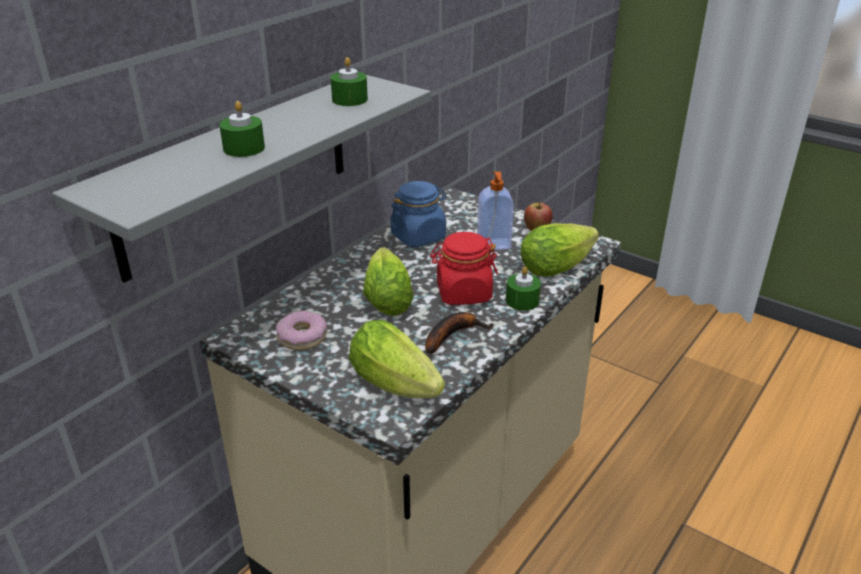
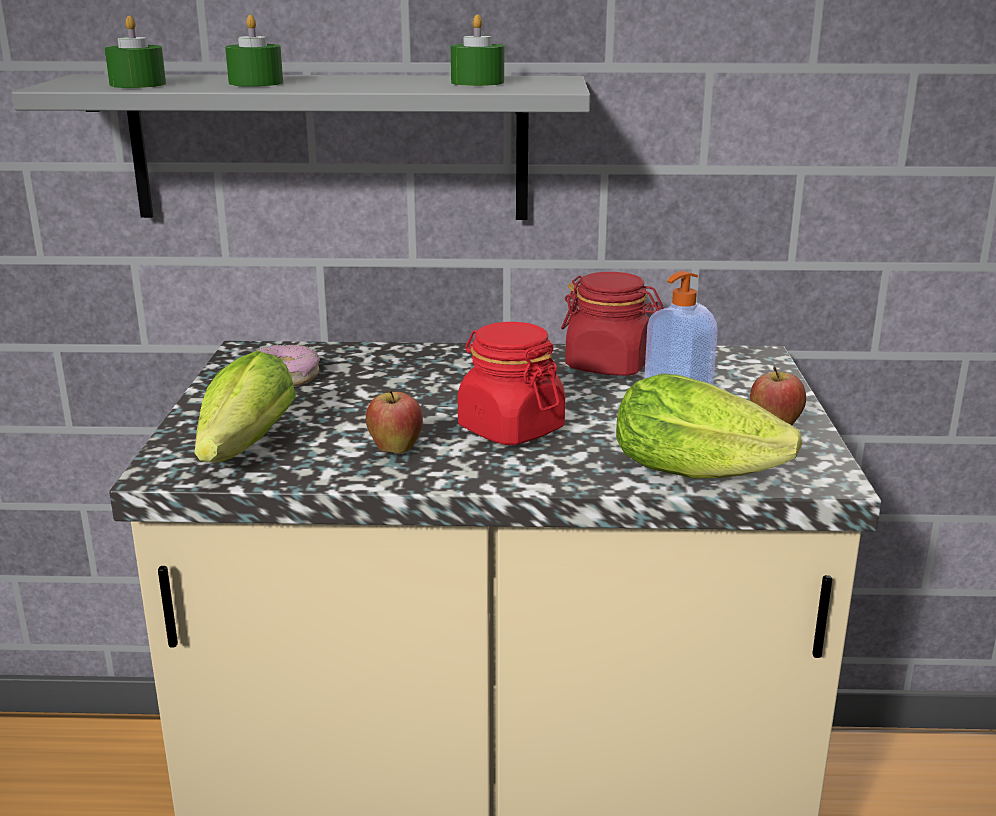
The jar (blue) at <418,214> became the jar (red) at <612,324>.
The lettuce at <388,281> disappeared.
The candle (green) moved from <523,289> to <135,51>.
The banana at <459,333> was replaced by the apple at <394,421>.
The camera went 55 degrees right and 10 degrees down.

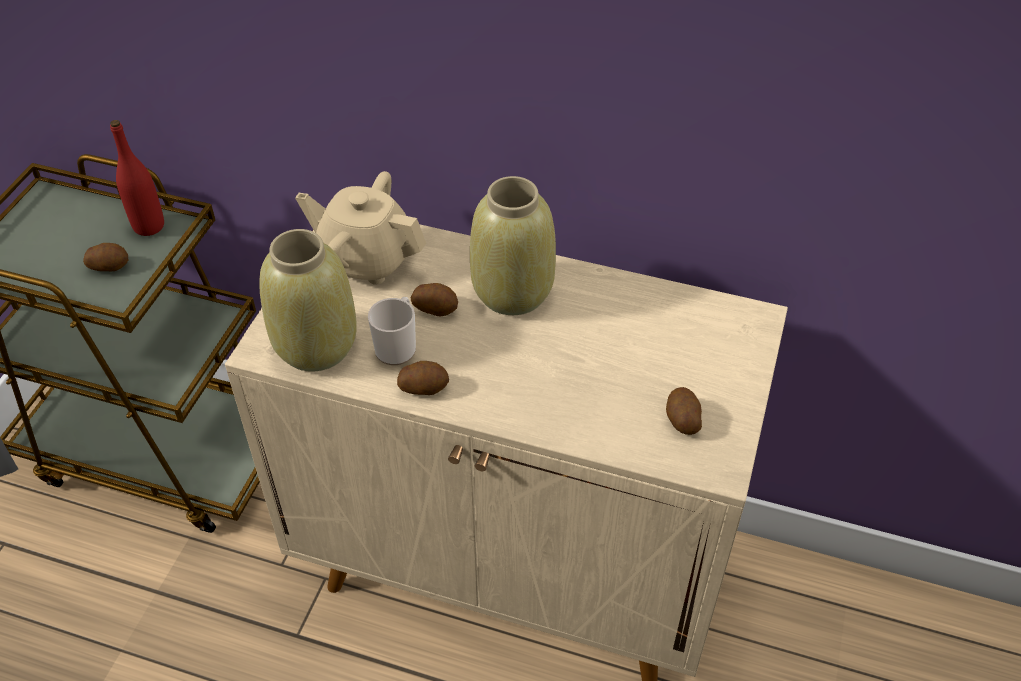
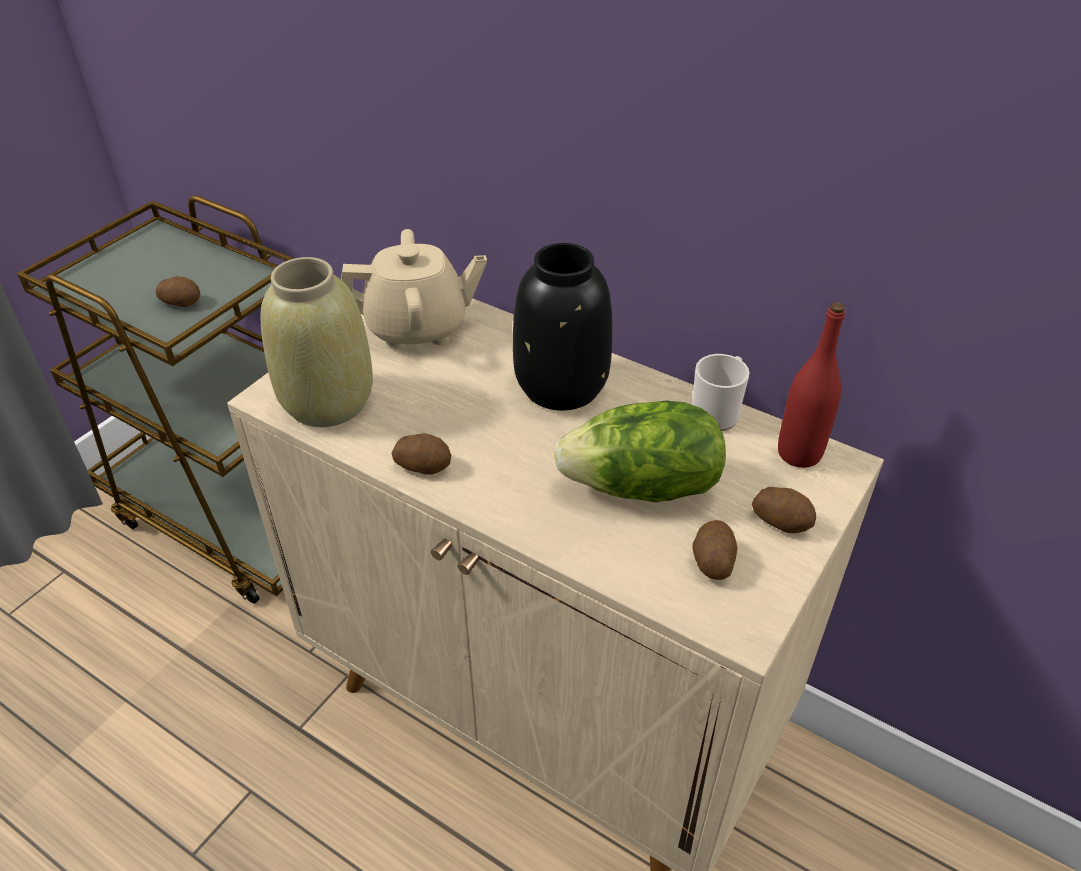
The bottle (red) moved from <137,178> to <811,385>.
The teapot (beige) at <360,228> turned 135 degrees clockwise.
The vase (beige) at <513,245> became the vase (black) at <563,327>.
The potato moved from <434,299> to <784,510>.
The mug moved from <392,331> to <721,392>.
The lettuce at <640,451> appeared.
The camera went 15 degrees right and 5 degrees down.

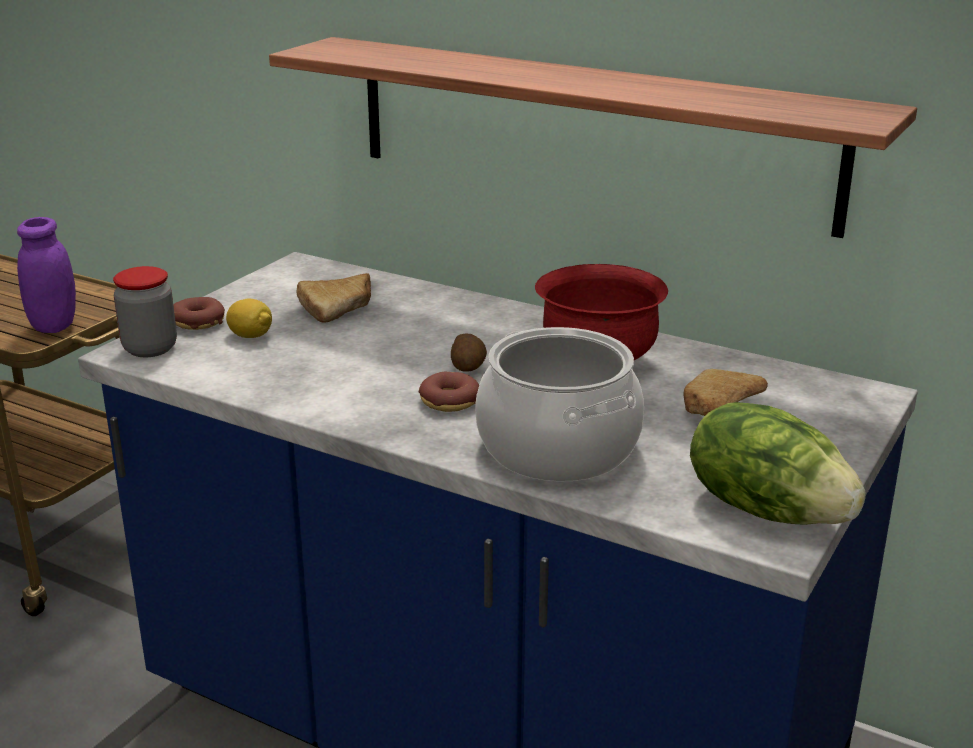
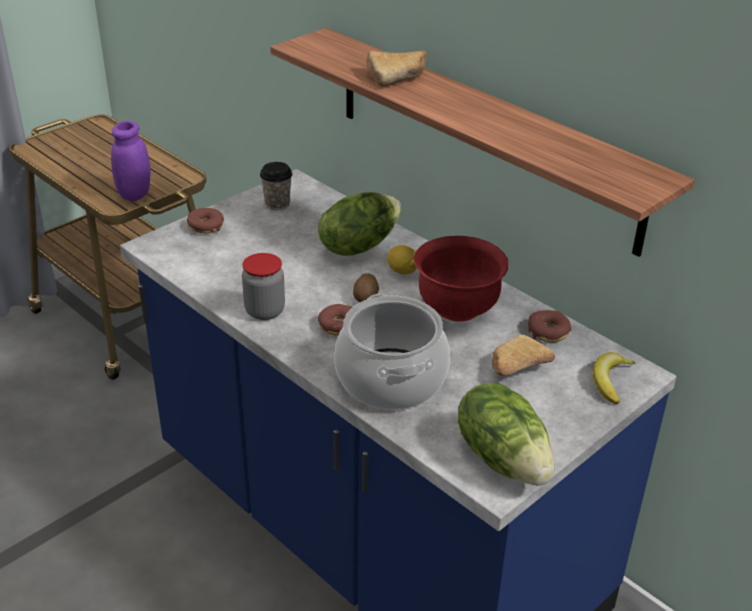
The jar moved from <145,311> to <263,286>.
The bread moved from <334,298> to <396,68>.
The lemon moved from <249,318> to <402,259>.
The cup at <276,186> appeared.
The lettuce at <359,224> appeared.
The donut at <550,326> appeared.
The banana at <614,378> appeared.
The camera went 15 degrees right and 10 degrees up.

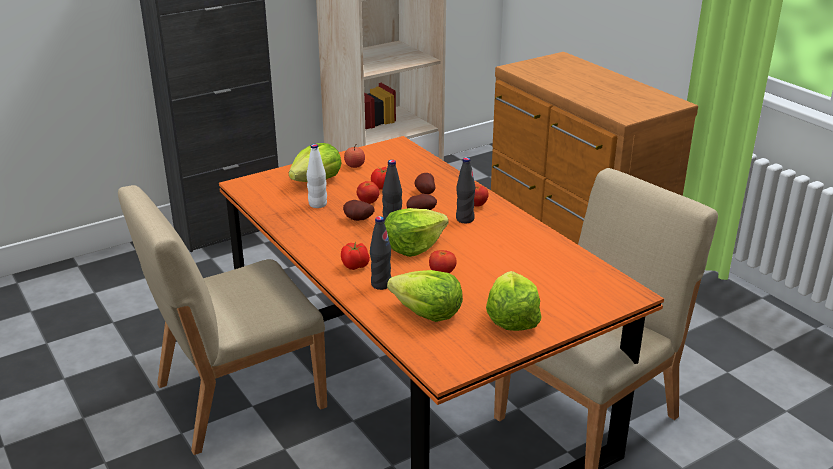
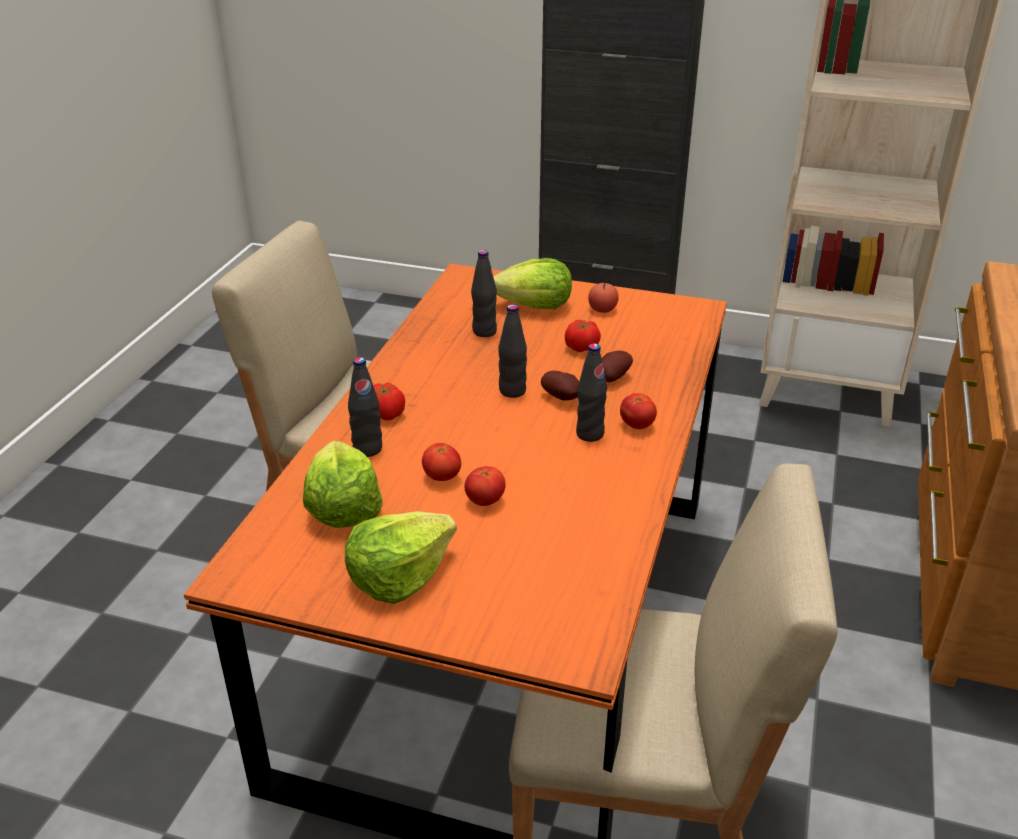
The bottle (white) at <317,176> became the bottle (black) at <484,293>.
The tomato moved from <368,192> to <485,486>.
The potato at <359,210> disappeared.
The lettuce at <416,232> disappeared.
The camera went 50 degrees right and 5 degrees up.

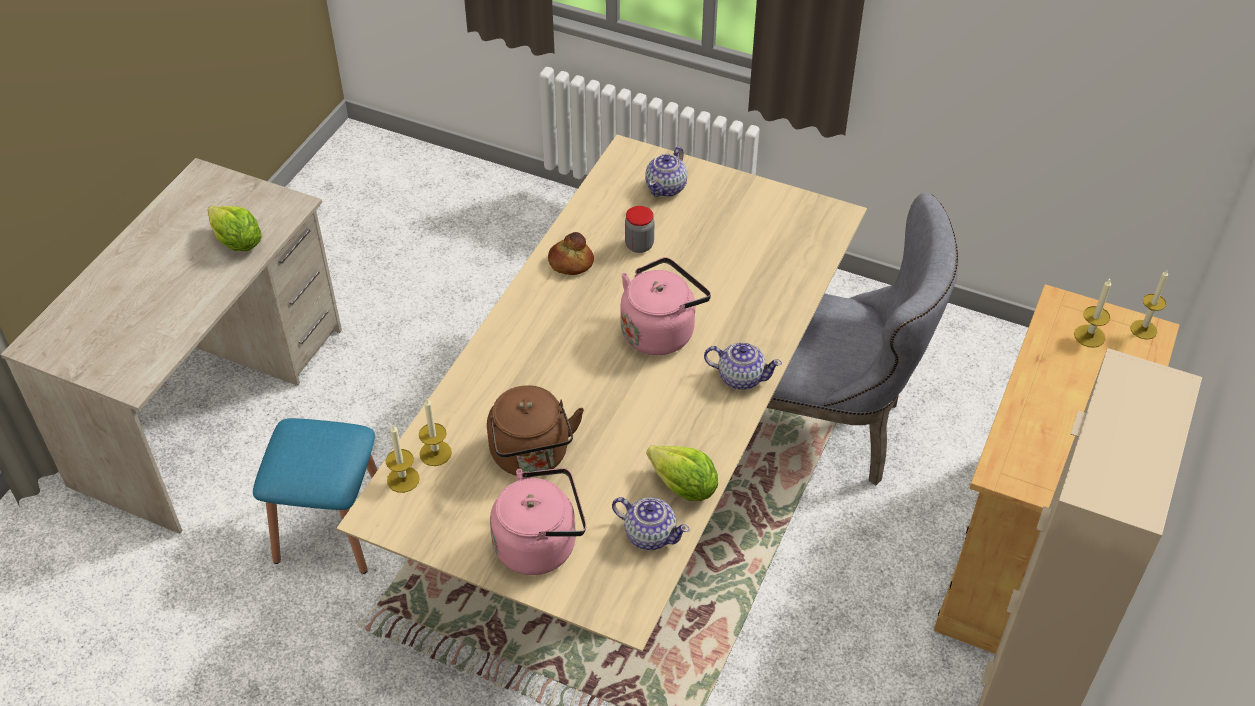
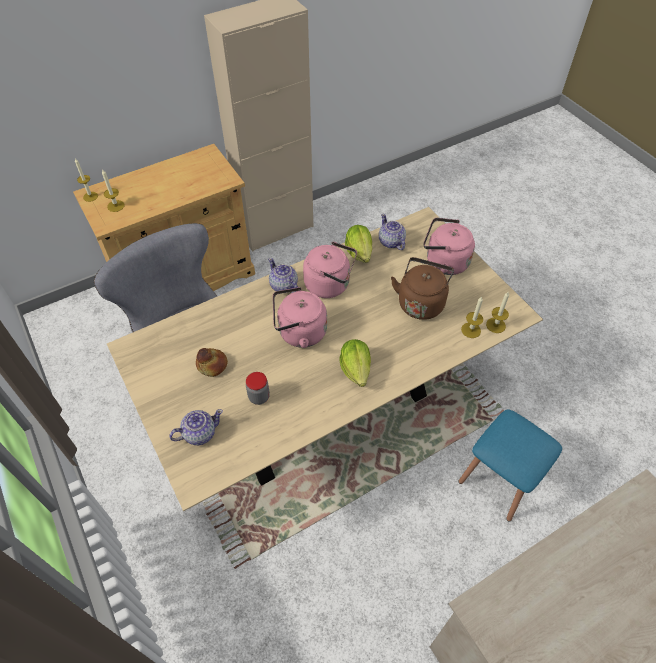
The lettuce moved from <234,228> to <355,363>.
The bread moved from <571,253> to <212,362>.
The kettle (pink) at <330,270> appeared.
The camera went 145 degrees left and 5 degrees up.

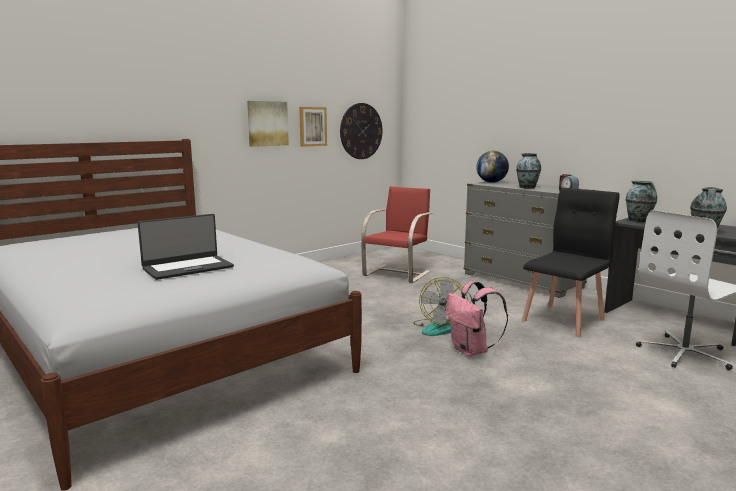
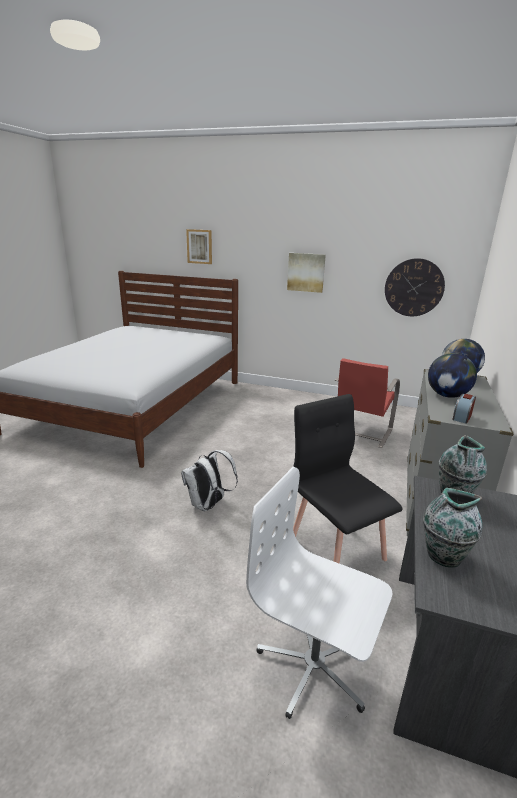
The picture moved from <313,127> to <199,246>.
The vase at <528,170> was replaced by the globe at <452,375>.
The chair (red) at <396,234> turned 120 degrees clockwise.
The chair (black) at <571,262> turned 135 degrees counterclockwise.
The laptop at <186,247> disappeared.
The fan at <440,306> disappeared.
The backpack (pink) at <477,319> became the backpack (white) at <209,480>.
The camera went 60 degrees right and 10 degrees up.

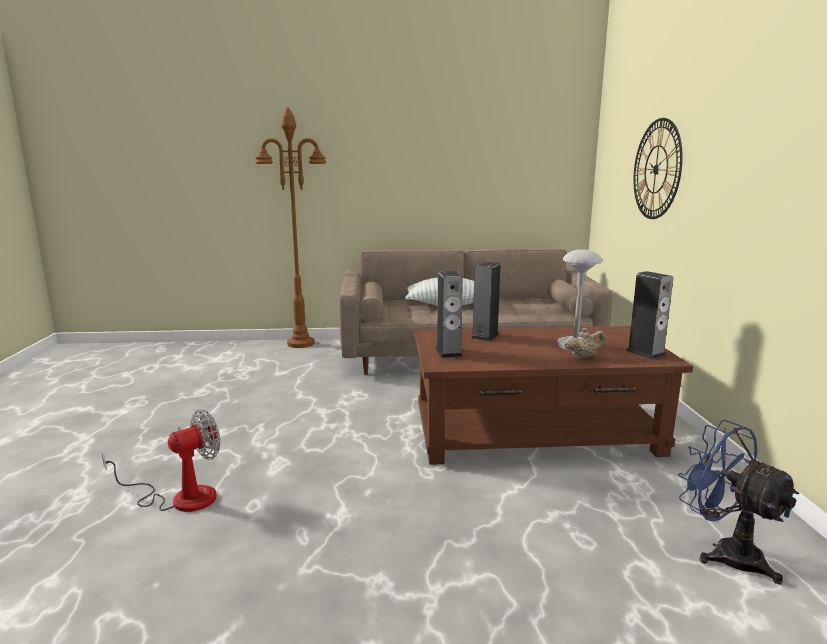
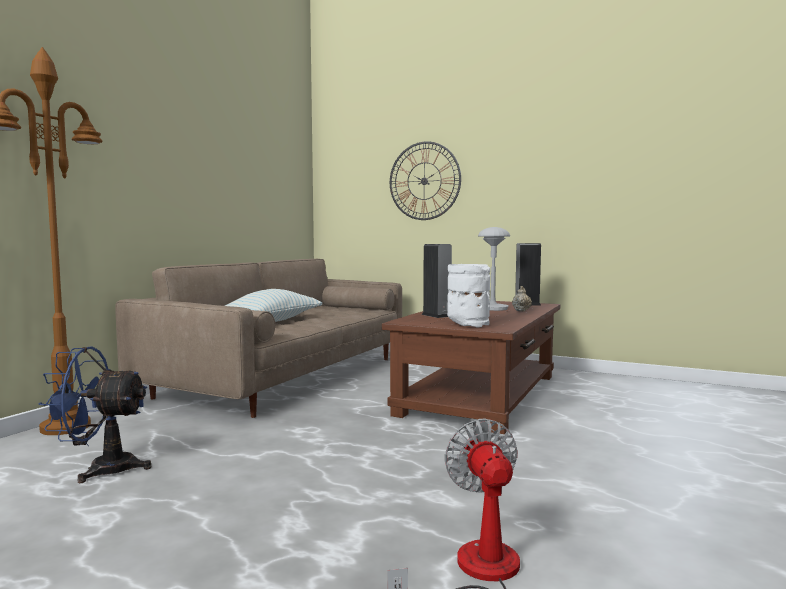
The speaker at <449,314> was replaced by the vase (white) at <468,296>.
The fan (blue) moved from <738,501> to <95,415>.
The camera went 60 degrees left and 10 degrees down.

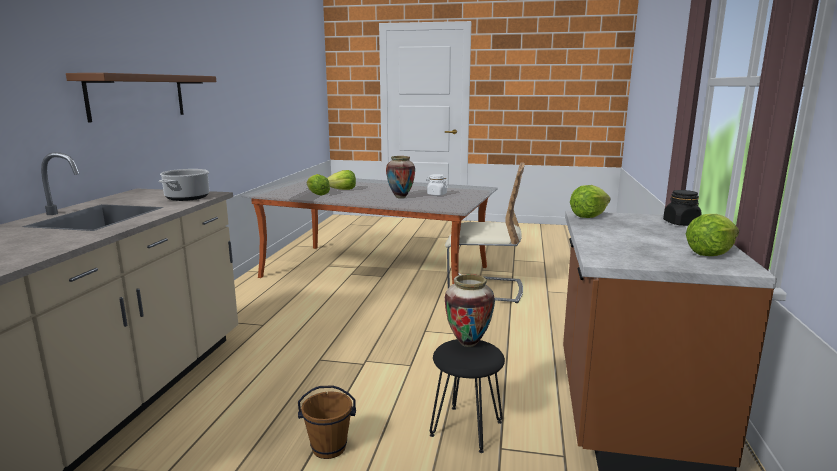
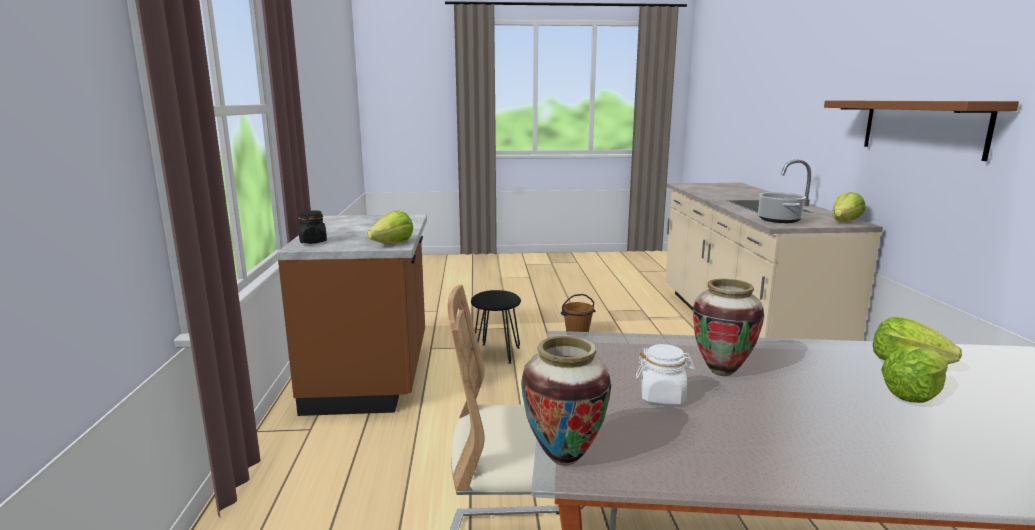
The lettuce moved from <712,235> to <849,207>.
The vase moved from <470,310> to <566,400>.
The camera went 165 degrees right and 0 degrees up.

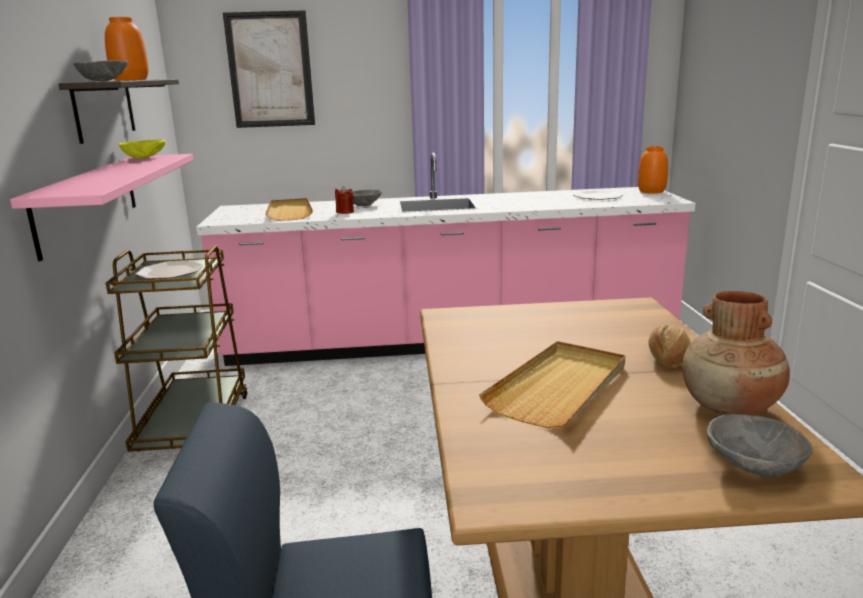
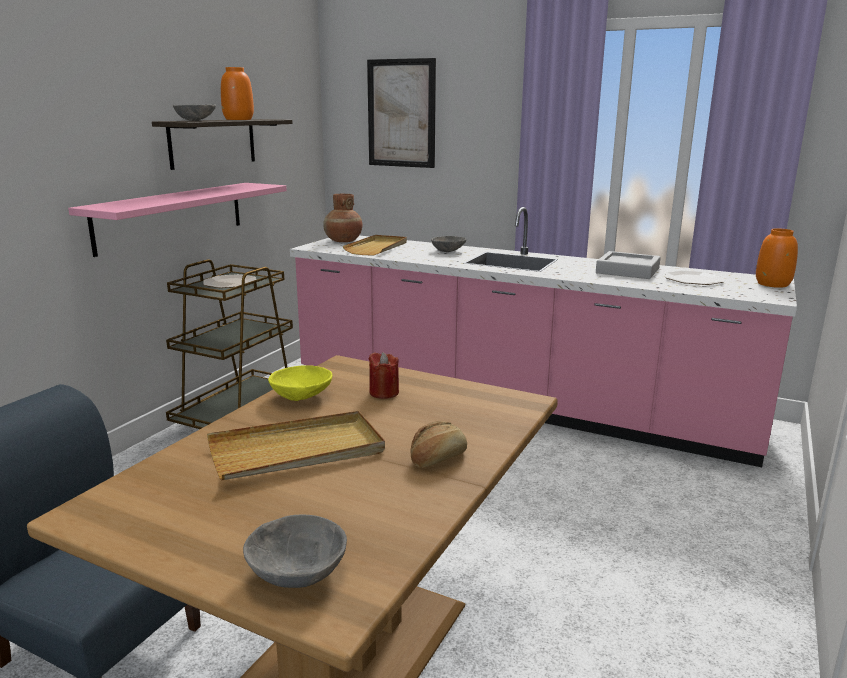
The bowl (yellow) moved from <142,149> to <300,383>.
The candle (red) moved from <344,200> to <384,375>.
The vase (brown) moved from <736,353> to <343,218>.
The tray (grey) at <628,265> appeared.
The camera went 30 degrees right and 0 degrees up.

